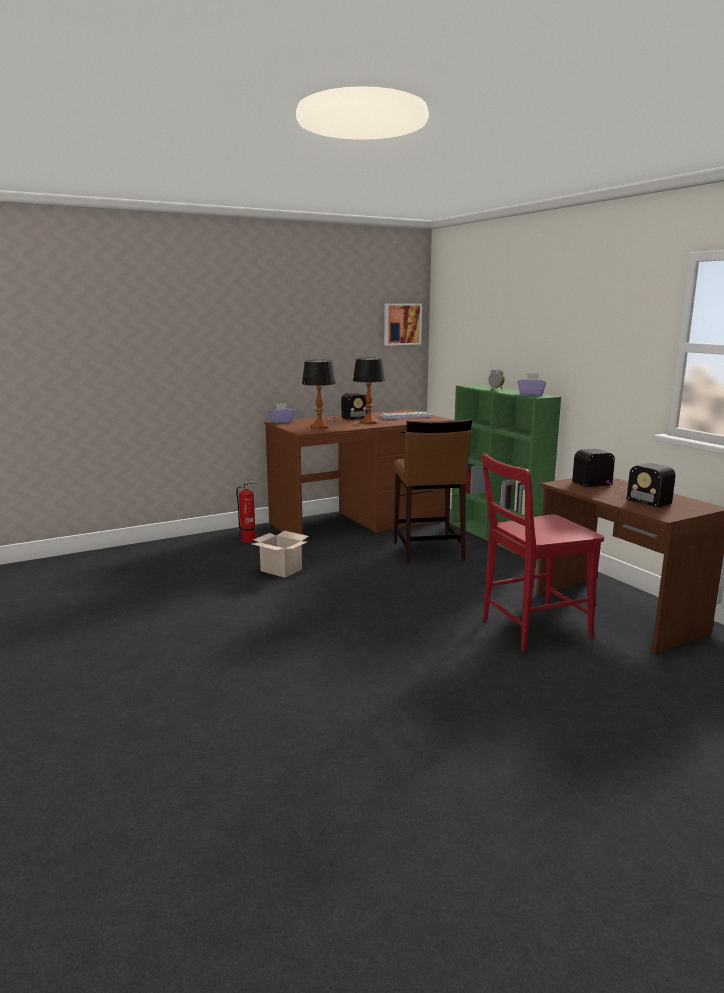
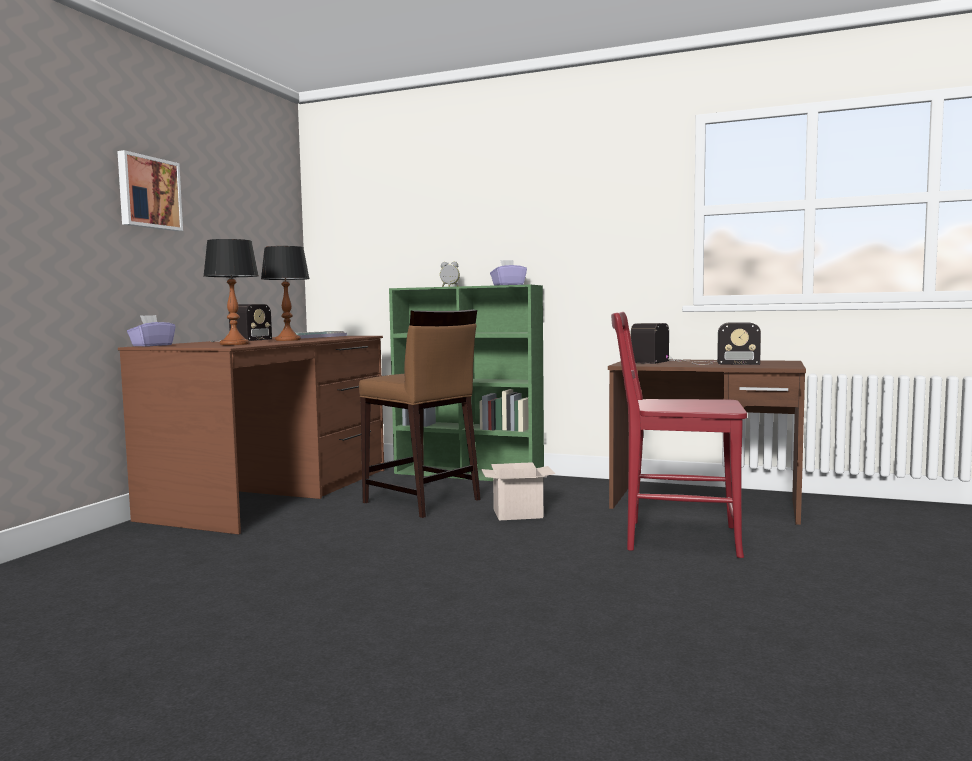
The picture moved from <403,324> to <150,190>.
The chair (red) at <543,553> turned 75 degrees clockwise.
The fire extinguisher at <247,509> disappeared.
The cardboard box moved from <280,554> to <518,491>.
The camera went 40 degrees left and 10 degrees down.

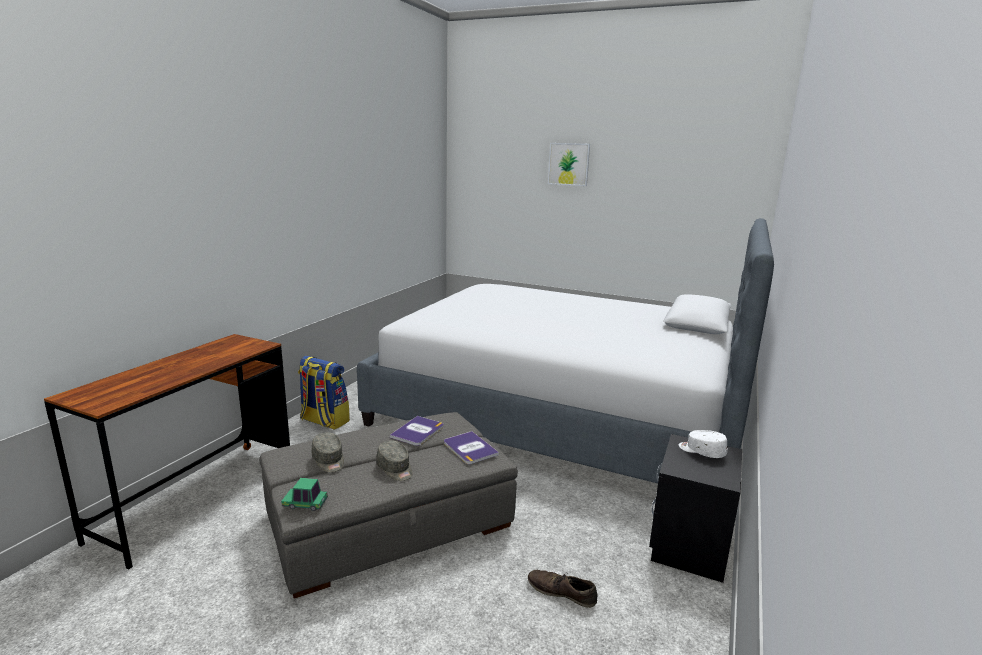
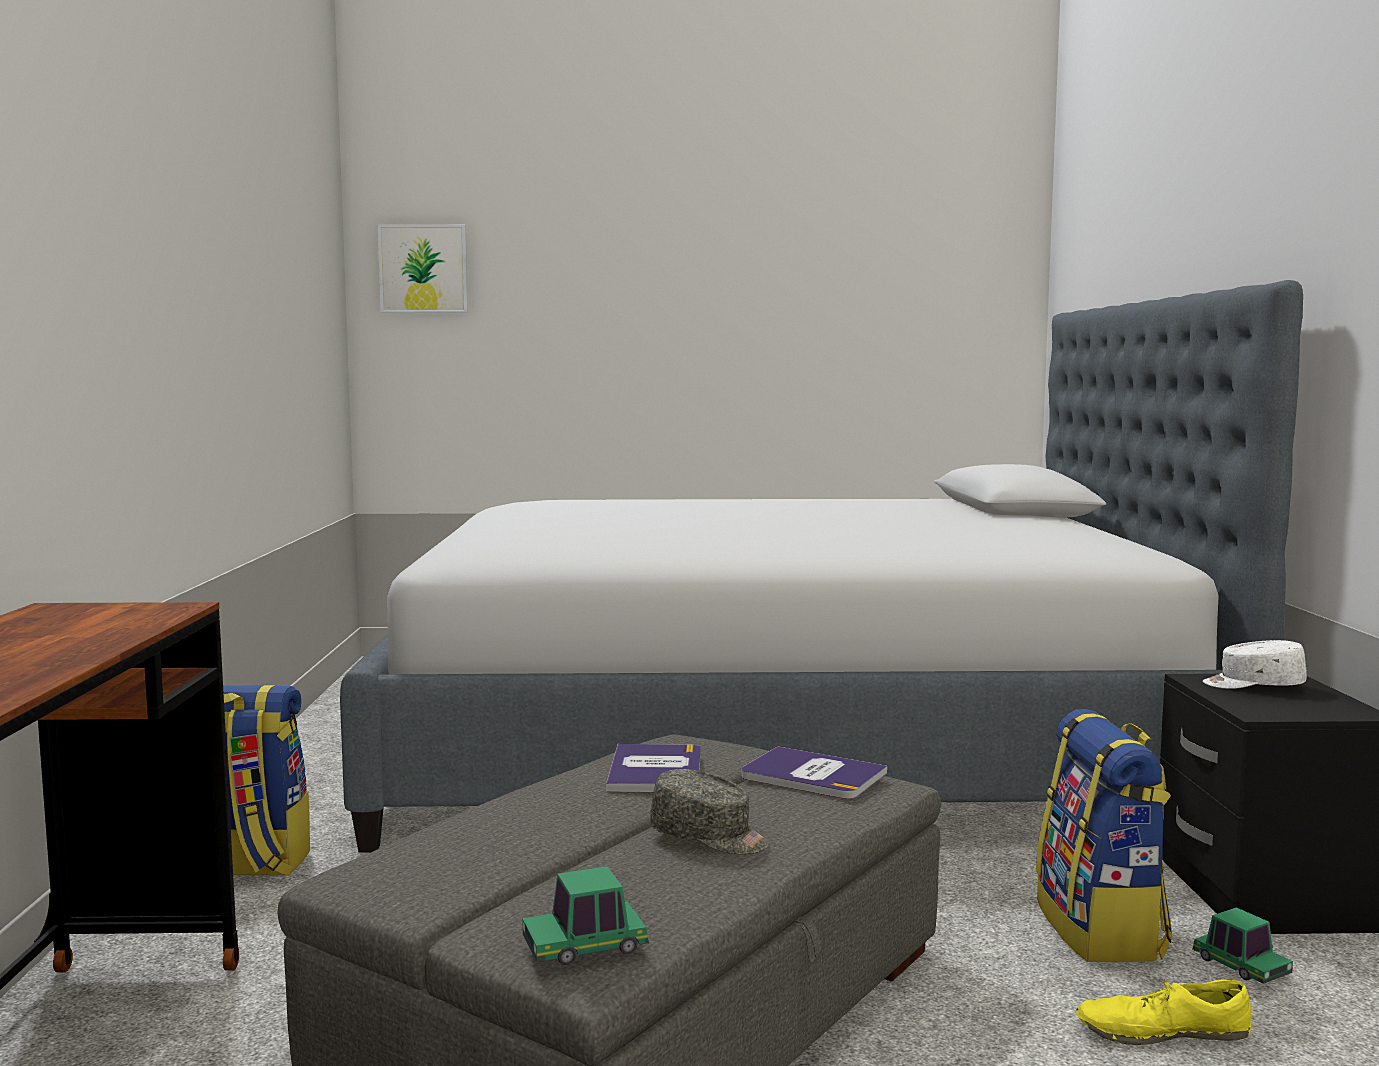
The picture moved from <569,164> to <423,268>.
The cap (grey) at <327,452> disappeared.
The shoe (brown) at <562,589> became the shoe (yellow) at <1163,1012>.
The backpack at <1104,835> appeared.
The toy car at <1243,945> appeared.
The camera went 25 degrees left and 10 degrees down.

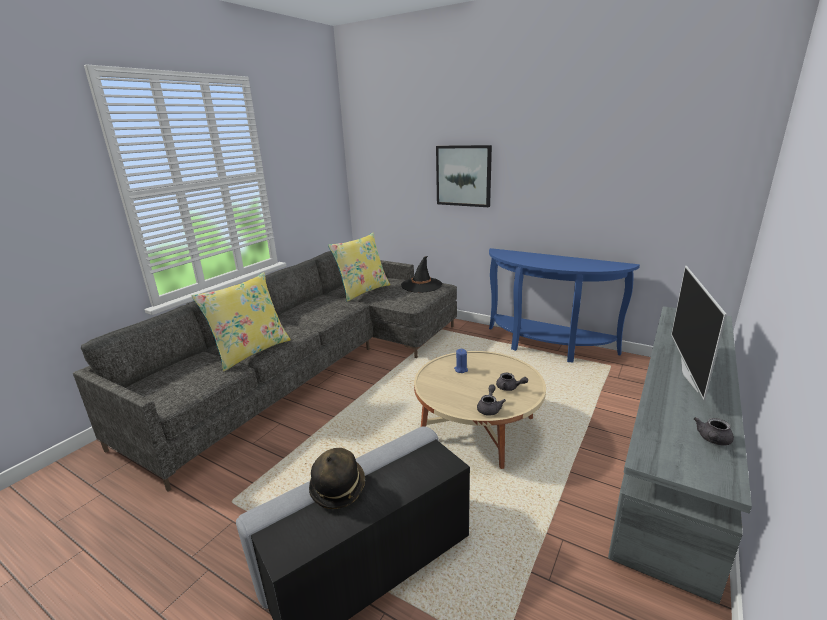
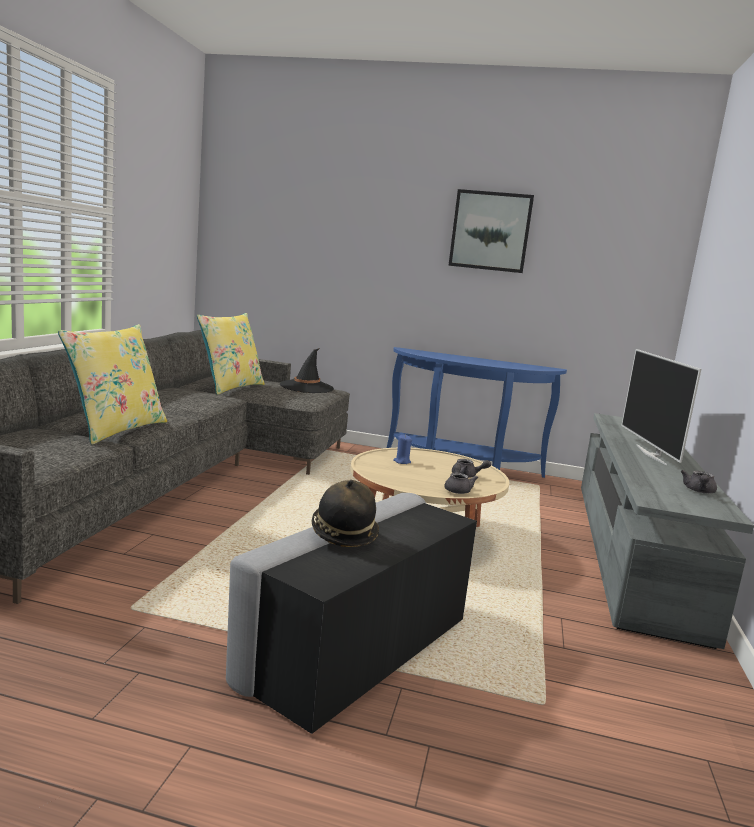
The picture moved from <464,176> to <491,231>.
The camera went 20 degrees left and 10 degrees down.

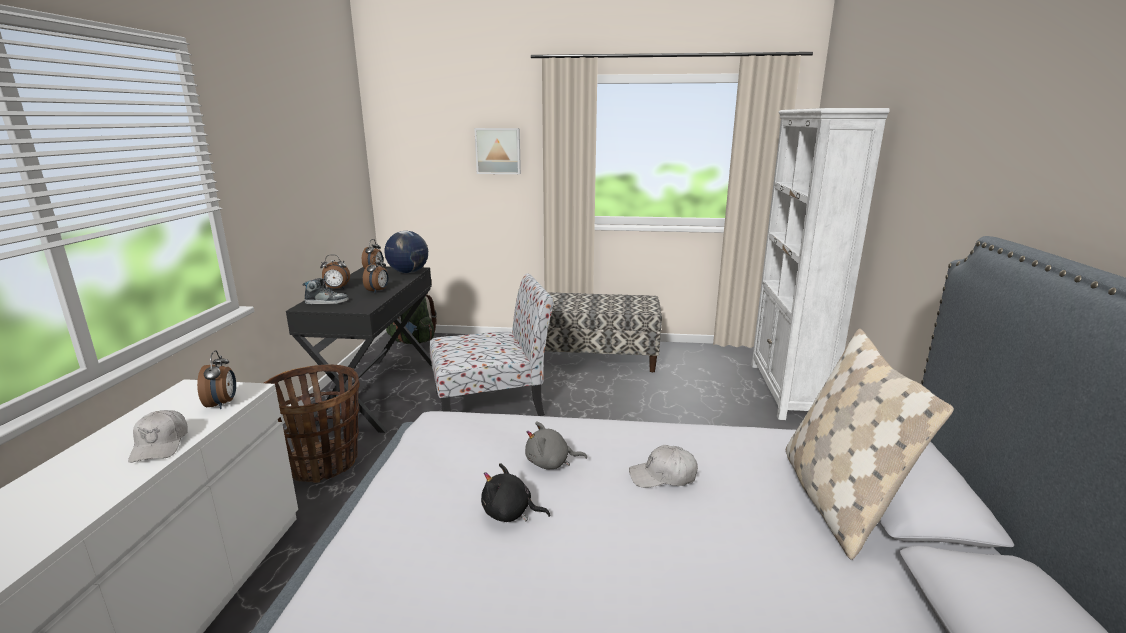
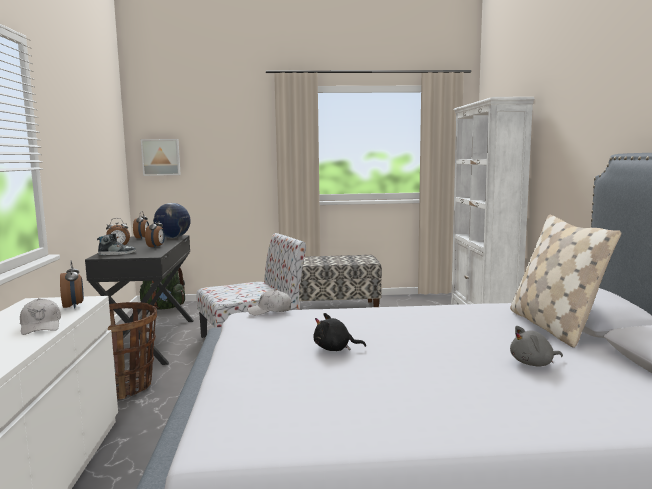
The picture moved from <497,151> to <161,157>.
The plush toy (grey) moved from <556,446> to <536,346>.
The cap (white) moved from <663,466> to <269,302>.
The camera went 10 degrees left and 10 degrees down.

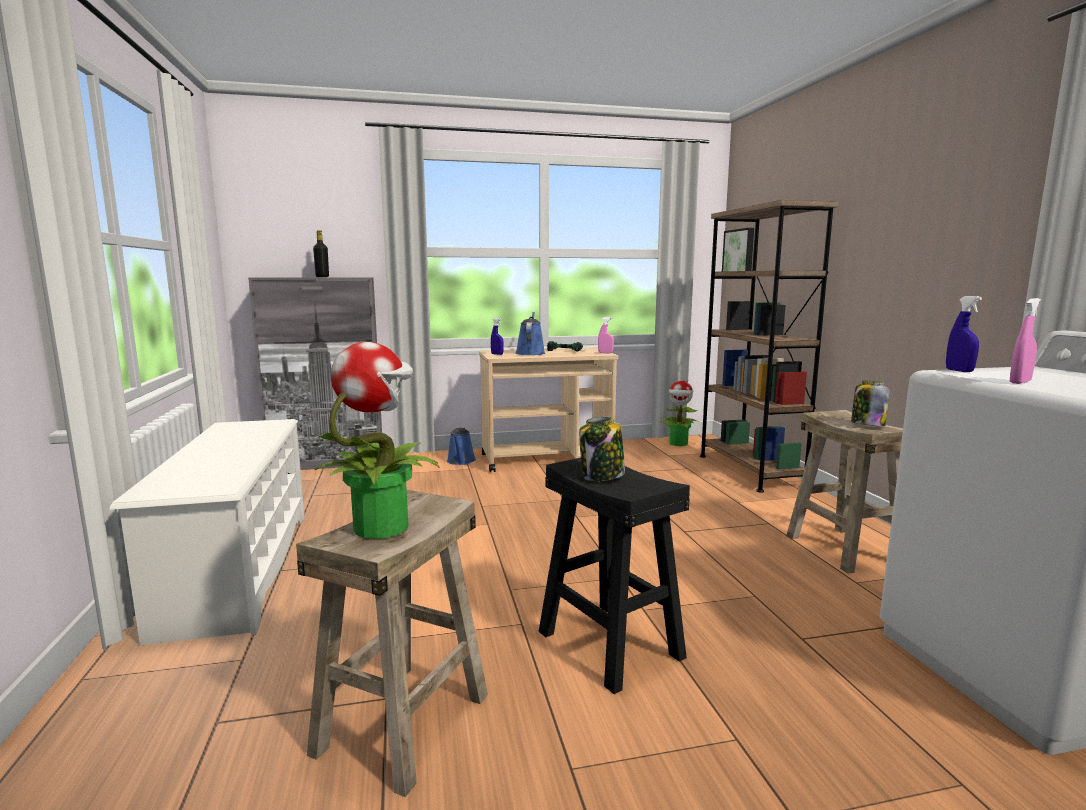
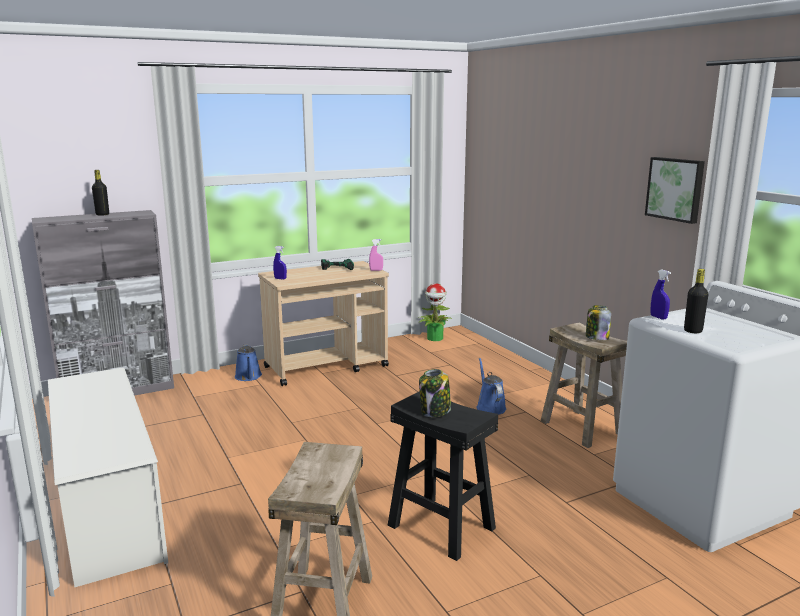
The bookcase (brown) at <769,346> disappeared.
The picture moved from <738,249> to <675,190>.
The spray bottle (pink) at <1025,341> was replaced by the bottle (black) at <696,301>.
The watering can (blue) moved from <530,333> to <491,386>.
The potted plant at <377,440> disappeared.
The camera went 15 degrees left and 5 degrees up.

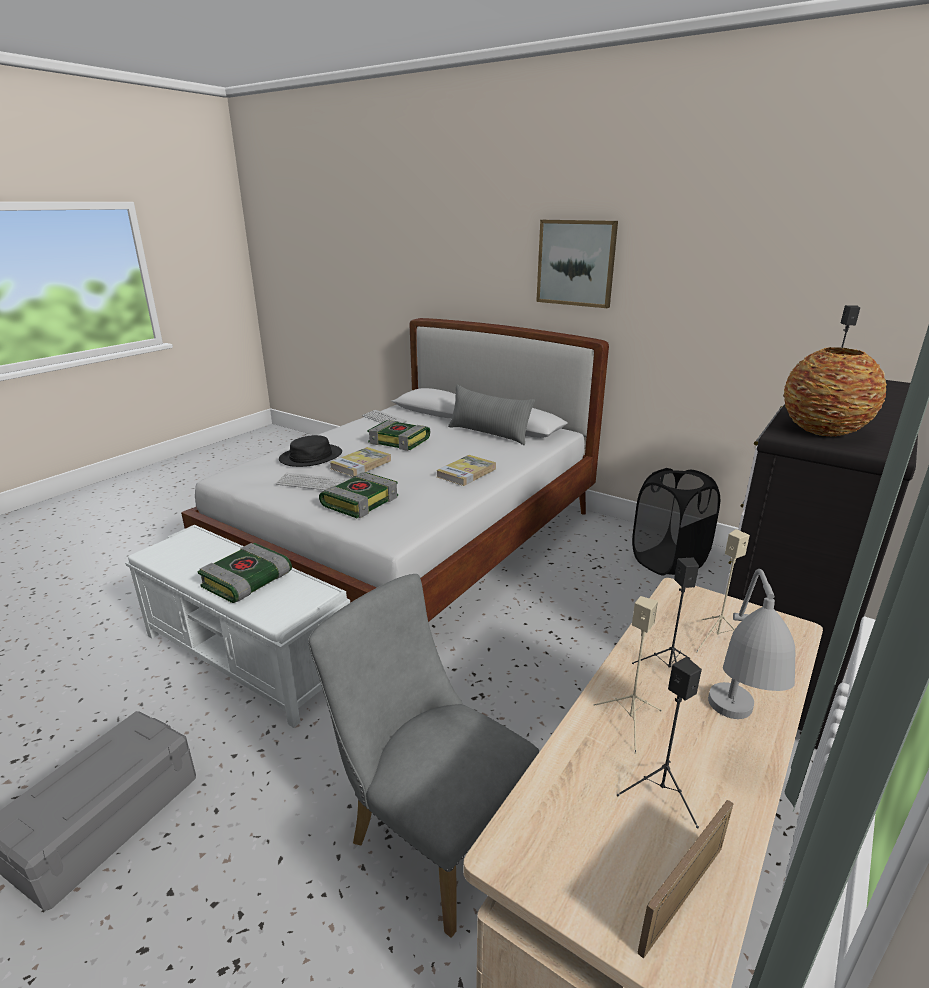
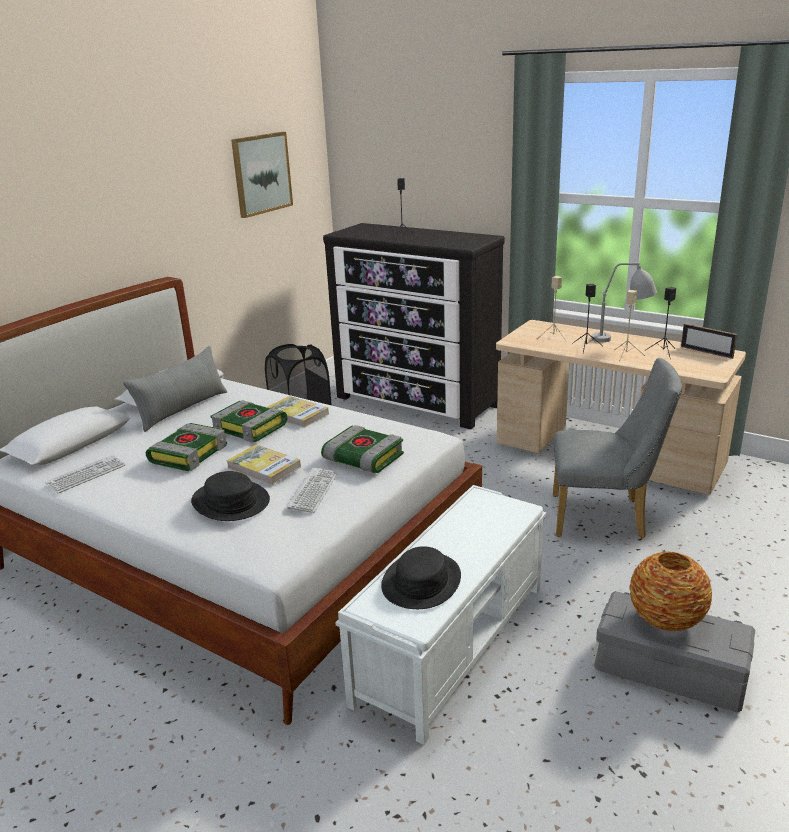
The picture moved from <577,264> to <262,175>.
The vase moved from <835,392> to <670,591>.
The book moved from <244,573> to <249,422>.
The chair (grey) at <424,756> turned 120 degrees counterclockwise.
The hat (black) at <421,577> appeared.
The camera went 90 degrees left and 0 degrees up.

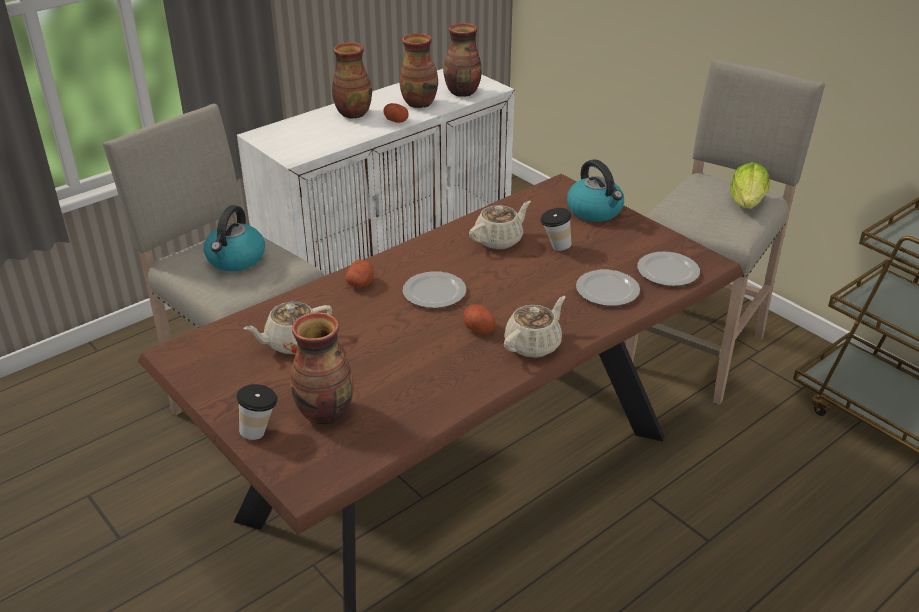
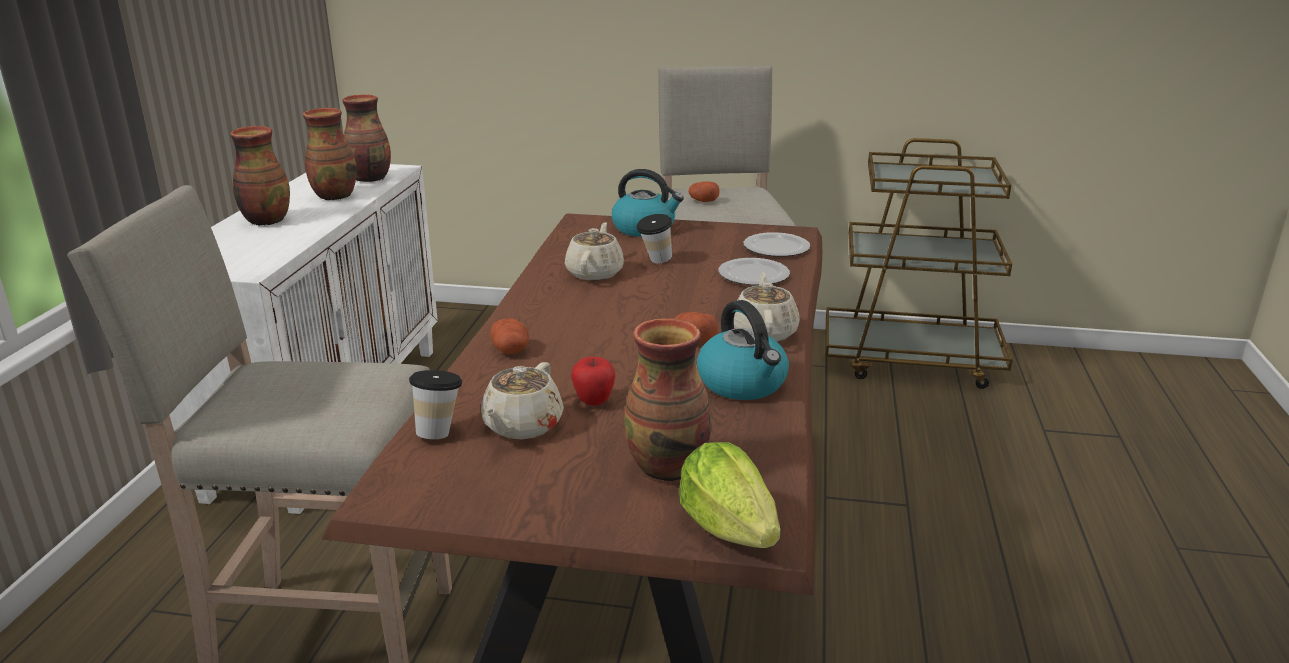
The potato moved from <395,113> to <704,191>.
The lettuce moved from <750,185> to <729,495>.
The kettle moved from <234,238> to <743,350>.
The plate at <434,289> disappeared.
The cup moved from <257,412> to <435,404>.
The apple at <593,381> appeared.
The camera went 40 degrees left and 10 degrees down.

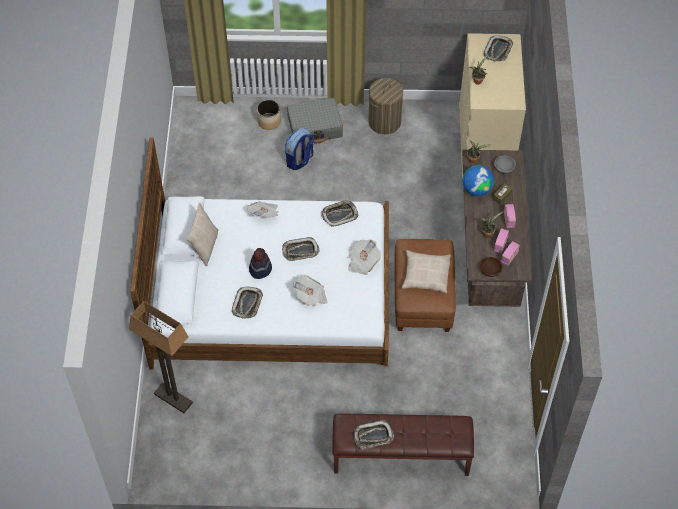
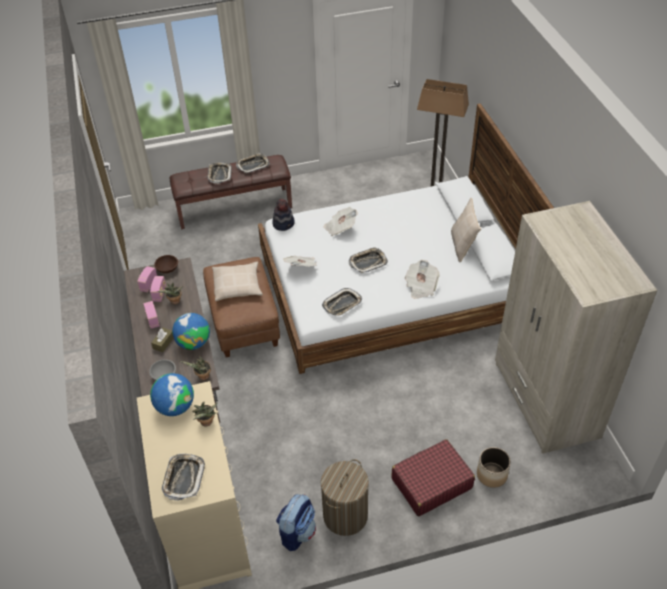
The suitcase (grey) at <315,120> became the suitcase (red) at <433,477>.
The backpack moved from <299,149> to <296,522>.
The hat moved from <260,263> to <283,215>.
The tray moved from <247,303> to <219,173>.
The wardrobe (beige) at <576,327> appeared.
The globe at <172,394> appeared.
The camera went 165 degrees right and 10 degrees down.

